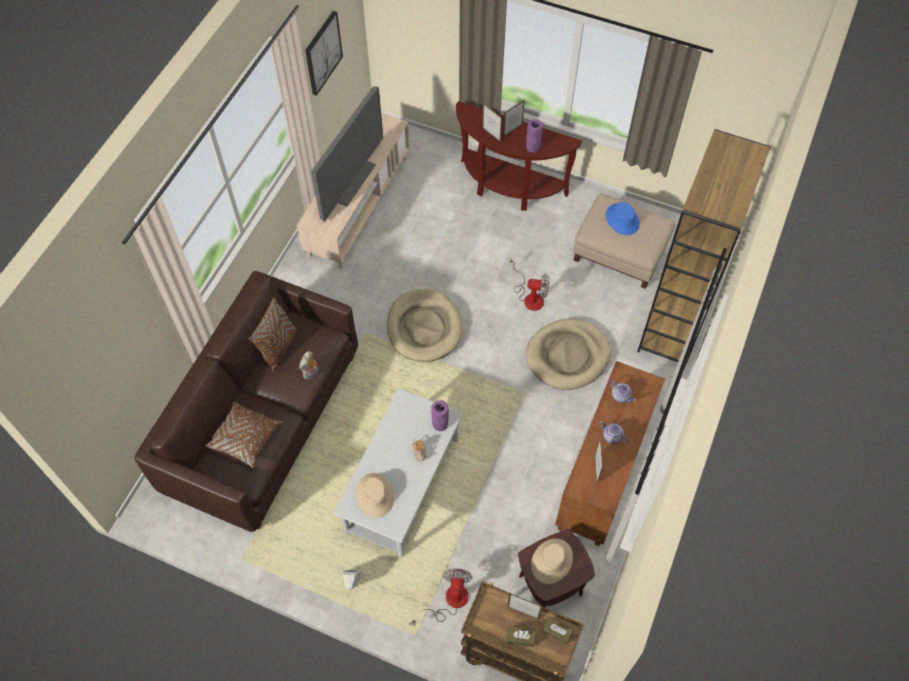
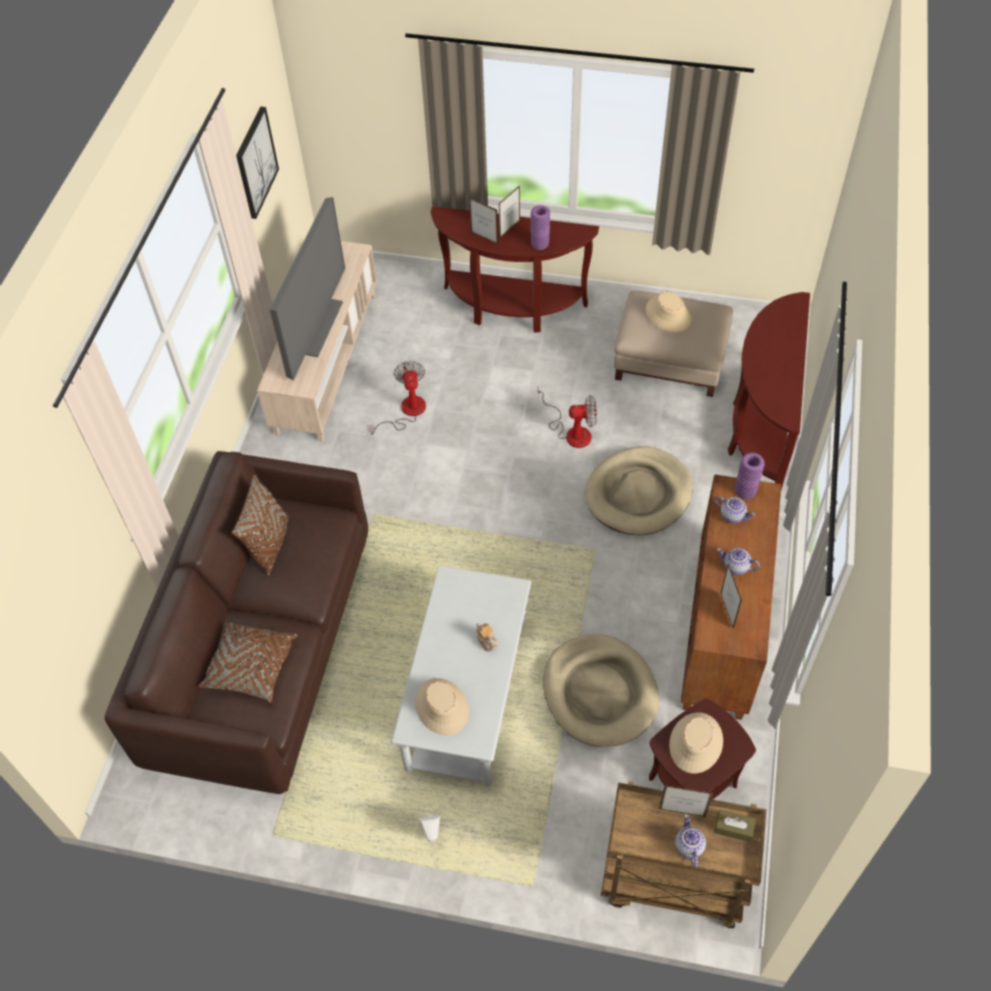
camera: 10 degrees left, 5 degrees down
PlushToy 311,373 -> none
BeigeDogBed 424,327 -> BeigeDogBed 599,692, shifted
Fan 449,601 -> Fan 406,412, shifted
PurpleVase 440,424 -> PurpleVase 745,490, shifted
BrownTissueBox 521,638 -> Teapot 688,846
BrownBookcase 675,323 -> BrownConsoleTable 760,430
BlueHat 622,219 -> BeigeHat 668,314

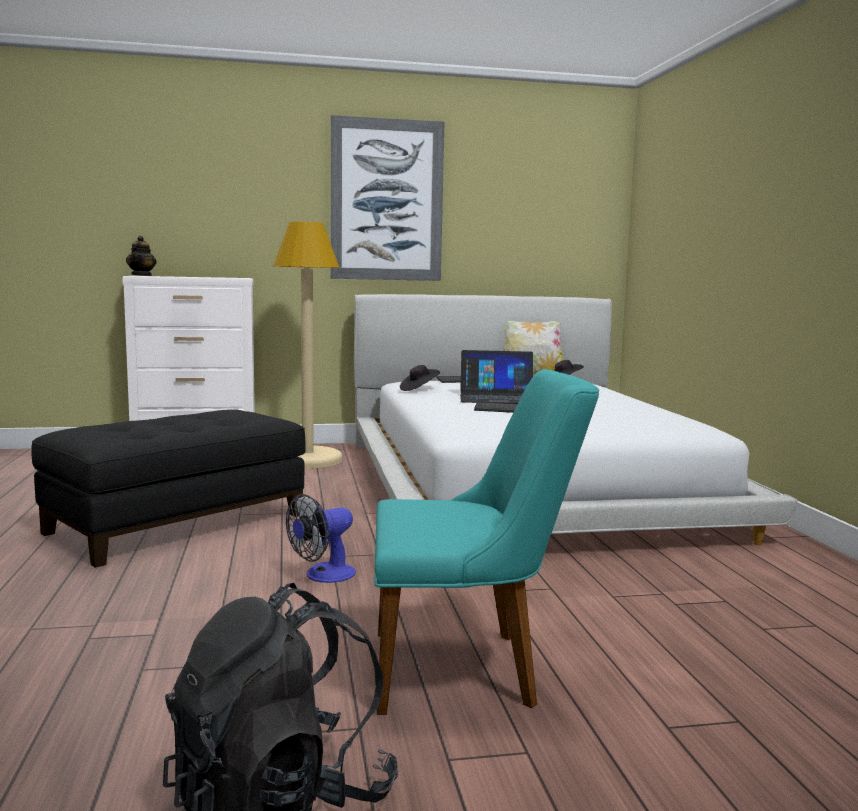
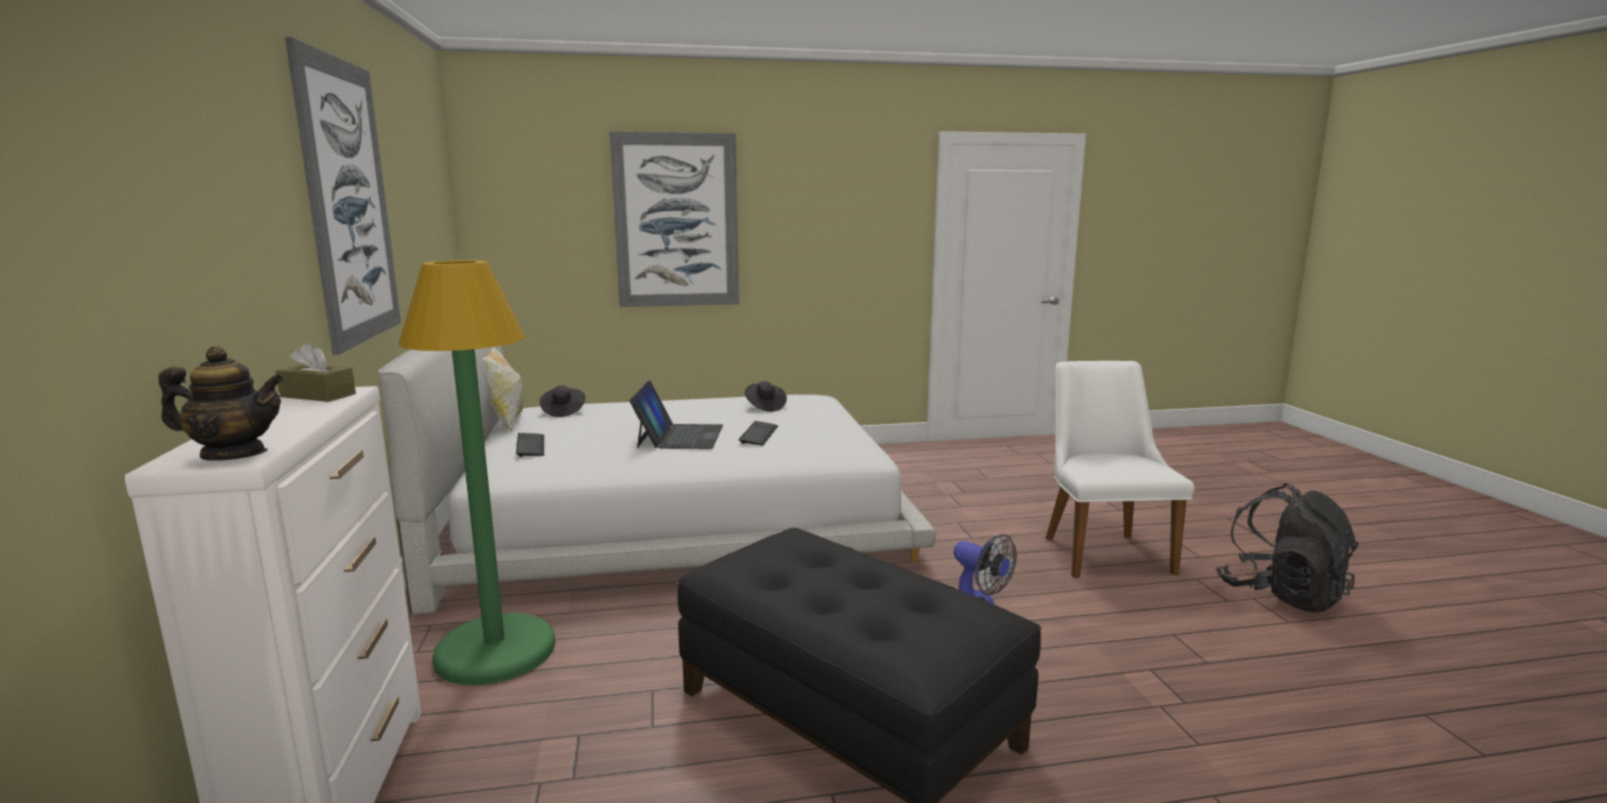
camera: 90 degrees left, 5 degrees up
none -> BrownTissueBox 318,395
none -> Picture 676,221
BlackHat 419,389 -> BlackHat 765,407, shifted
BeigeFloorLamp 308,460 -> GreenFloorLamp 495,651
TurquoiseChair 470,669 -> WhiteChair 1101,550

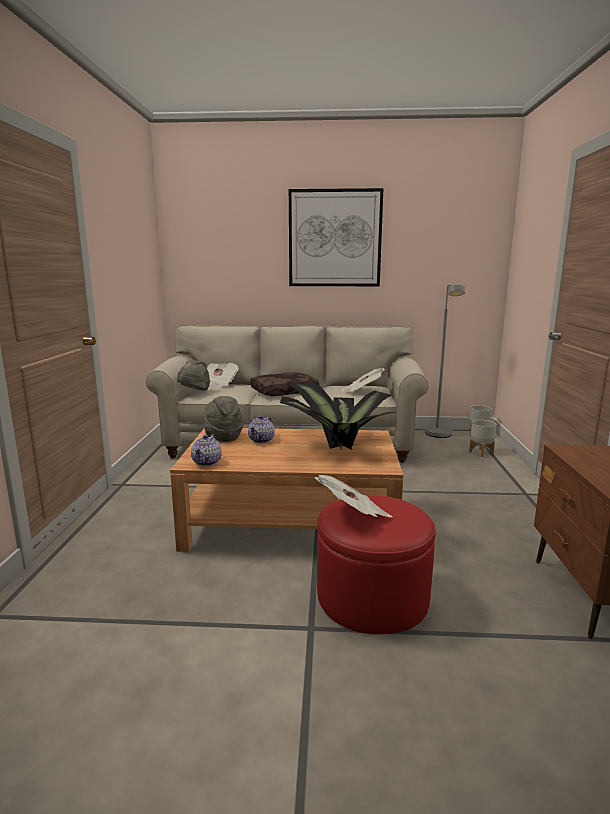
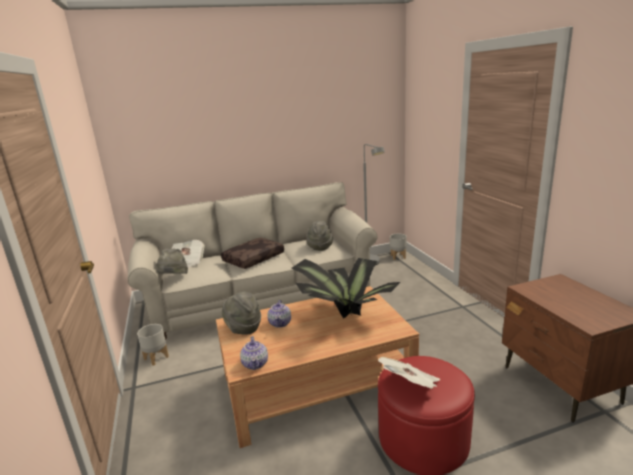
camera: 20 degrees left, 5 degrees up
Picture 335,238 -> none
GreyPlanter 480,452 -> GreyPlanter 156,358, shifted
Newspaper 361,391 -> GreyHat 320,247

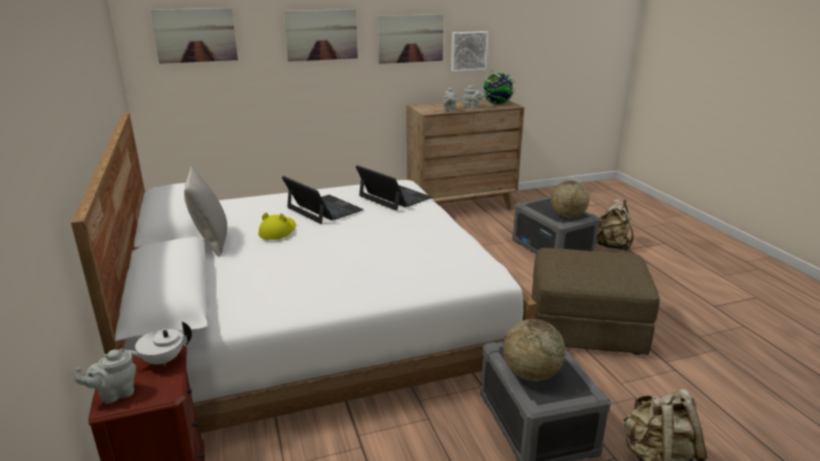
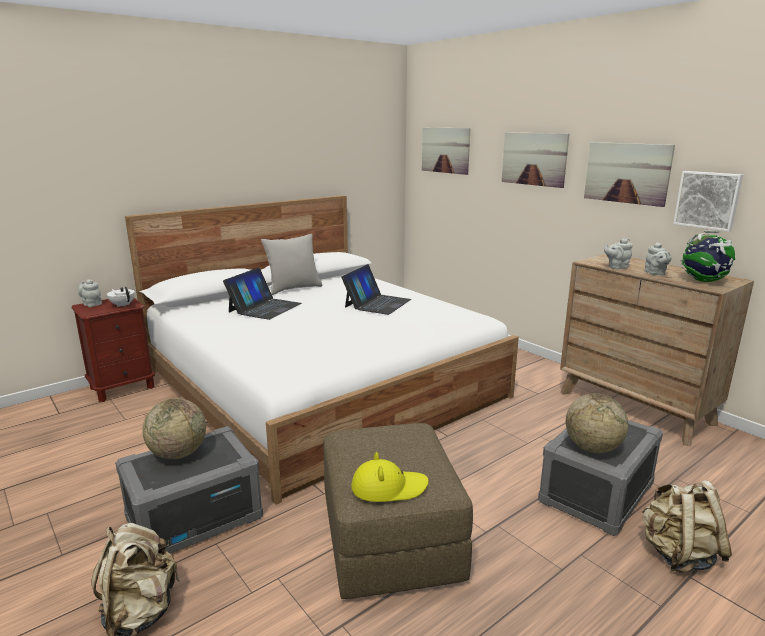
camera: 70 degrees right, 5 degrees down
YellowHat 278,231 -> YellowHat 388,487, shifted
Laptop 394,197 -> Laptop 265,307, shifted

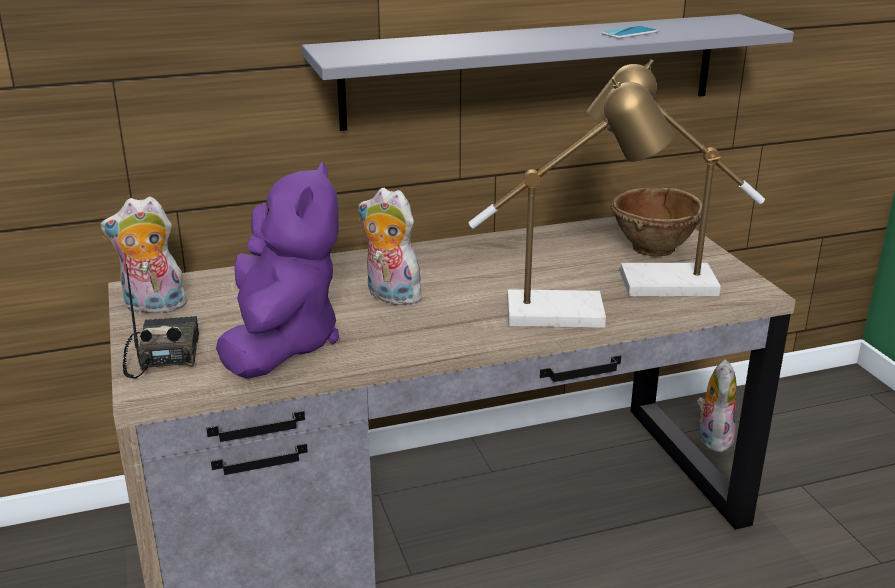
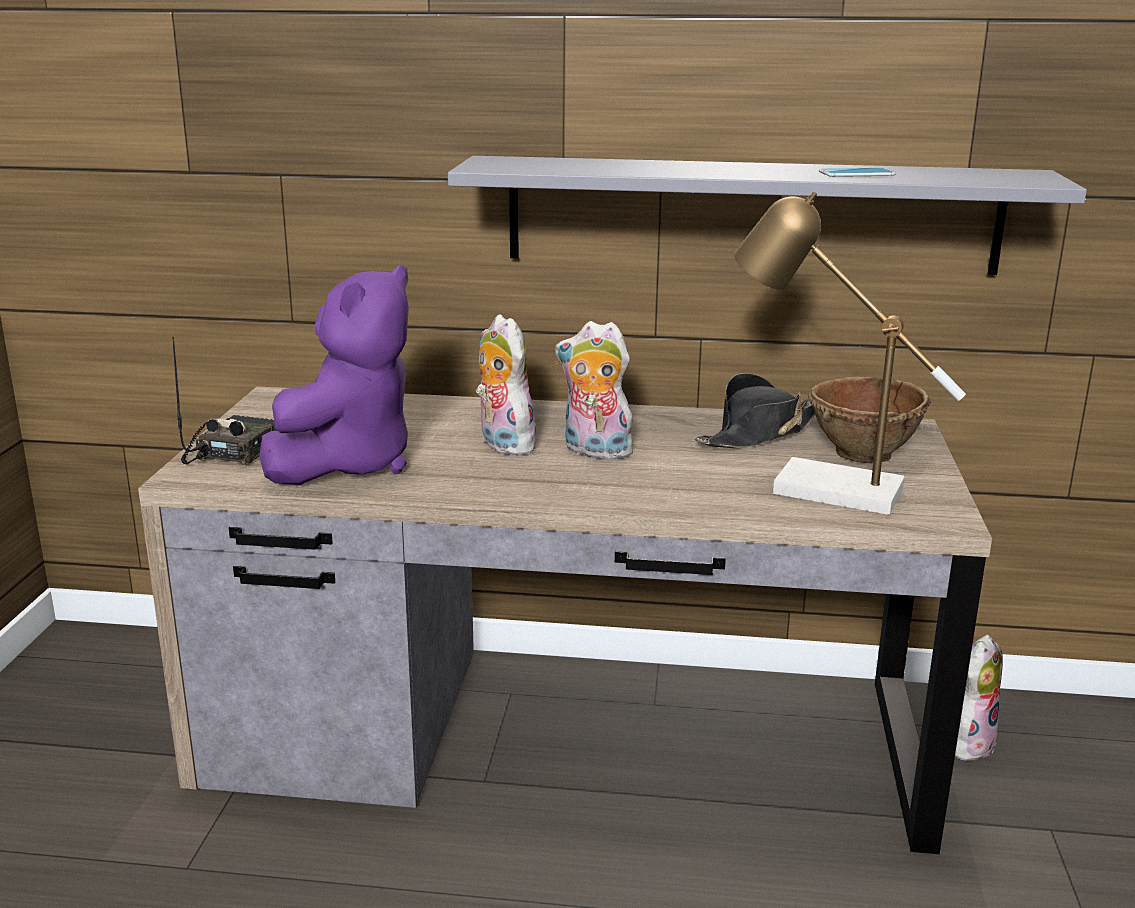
camera: 25 degrees right, 5 degrees down
TableLamp 569,312 -> none
none -> BlackHat 759,433
PlushToy 153,308 -> PlushToy 594,452, shifted

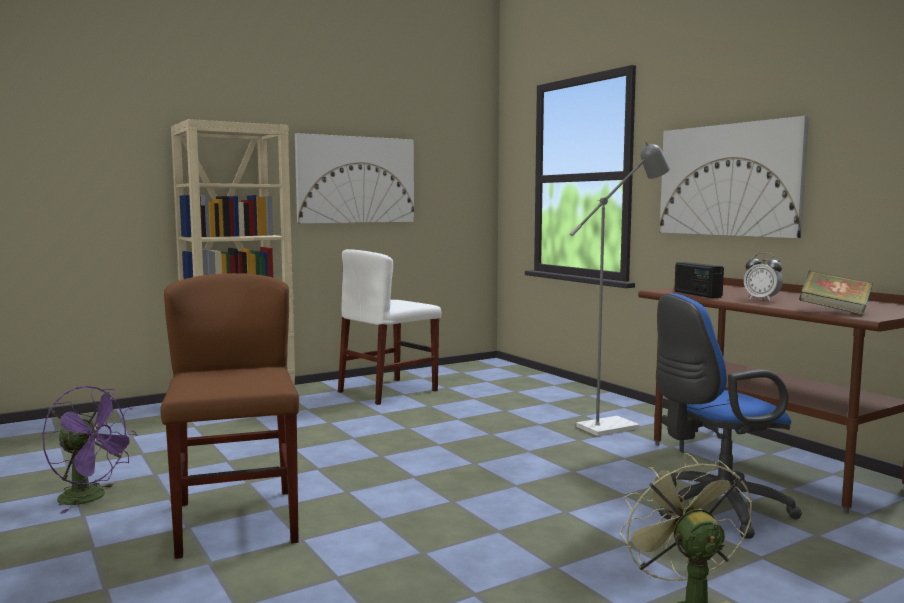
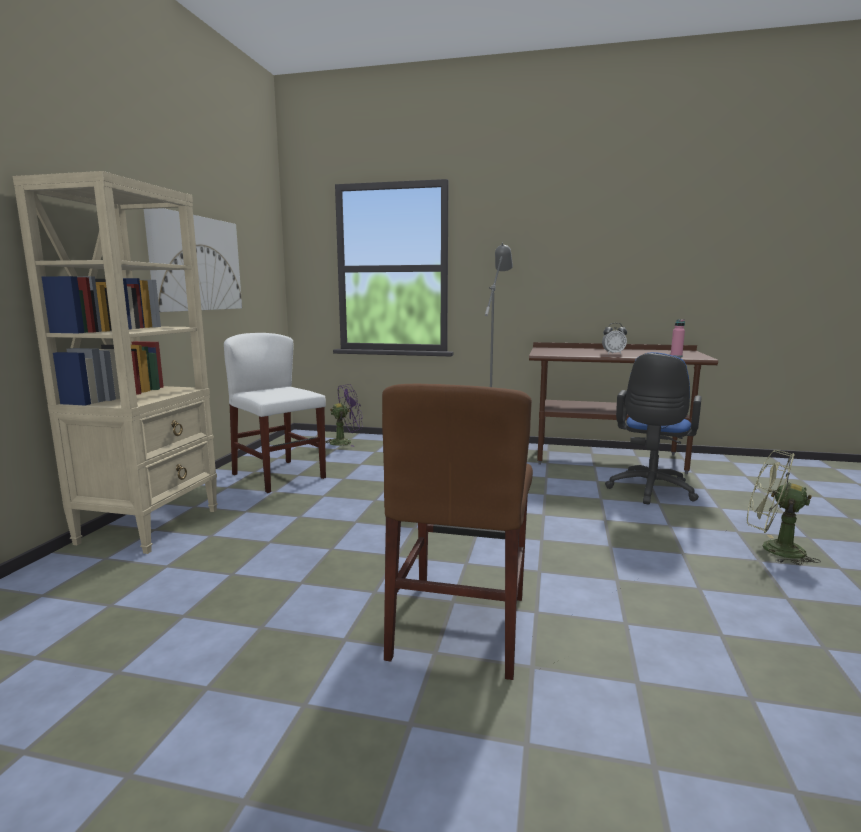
camera: 45 degrees left, 5 degrees up
Picture 729,180 -> none
Radio 697,294 -> none
PurpleFan 91,498 -> PurpleFan 345,442, shifted
Book 834,311 -> PinkBottle 676,356
BrownChair 237,522 -> BrownChair 460,626, 105 degrees counterclockwise
WhiteChair 388,391 -> WhiteChair 279,476, 135 degrees clockwise

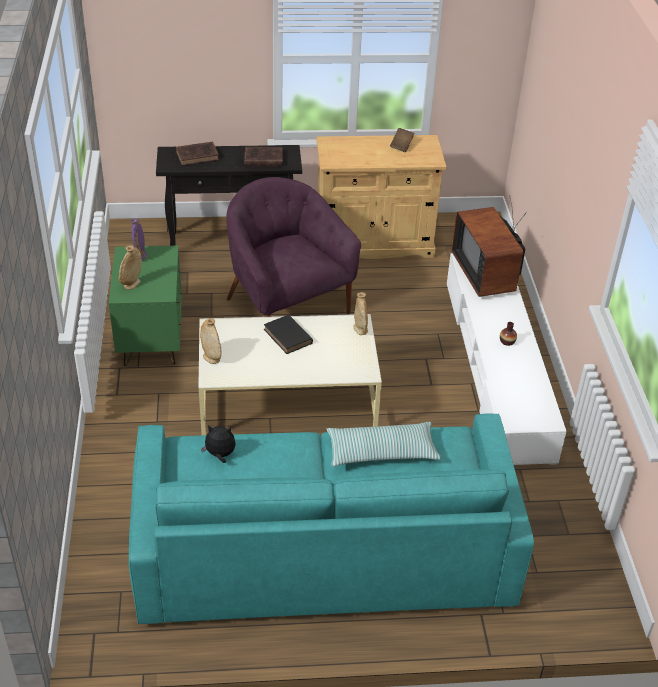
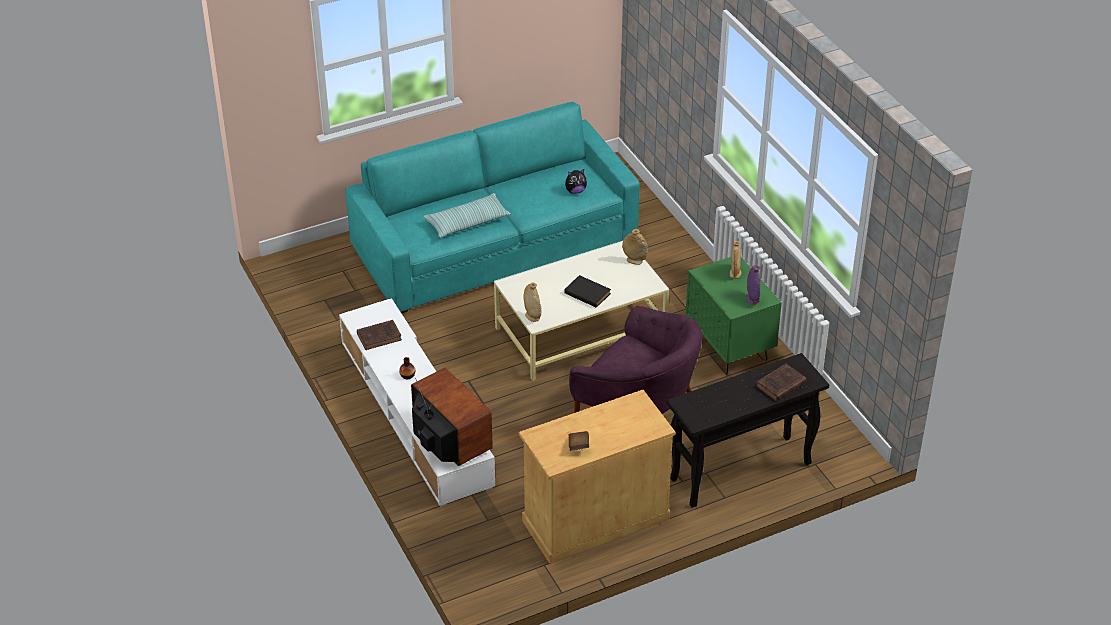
camera: 160 degrees right, 0 degrees up
BrownBook 262,159 -> BrownBook 380,336, shifted

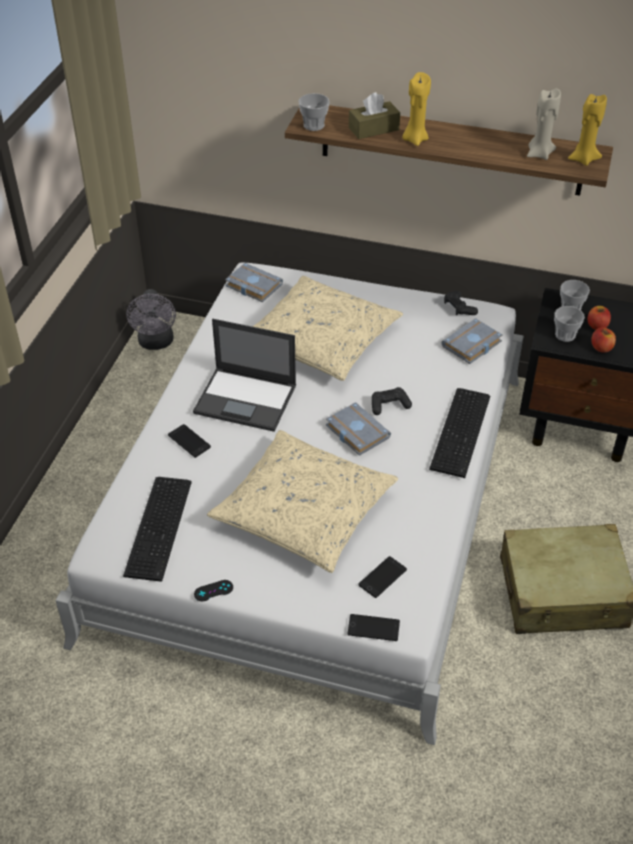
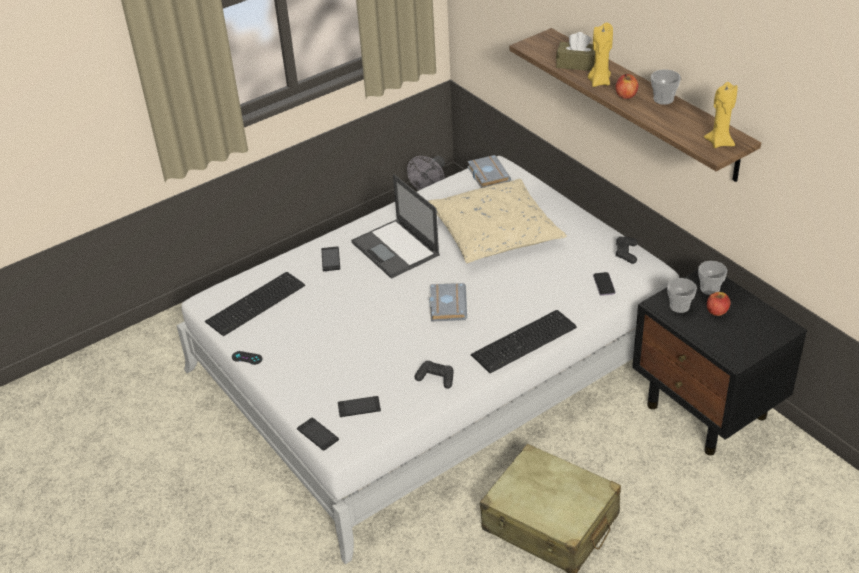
camera: 40 degrees right, 5 degrees down
BeigePillow 304,511 -> none
BeigeCandle 539,154 -> none
Cup 314,125 -> Cup 663,99, shifted
BlackGameController 389,405 -> BlackGameController 436,378, shifted
Apple 601,348 -> Apple 626,95, shifted
GreyBook 472,345 -> Phone 604,285

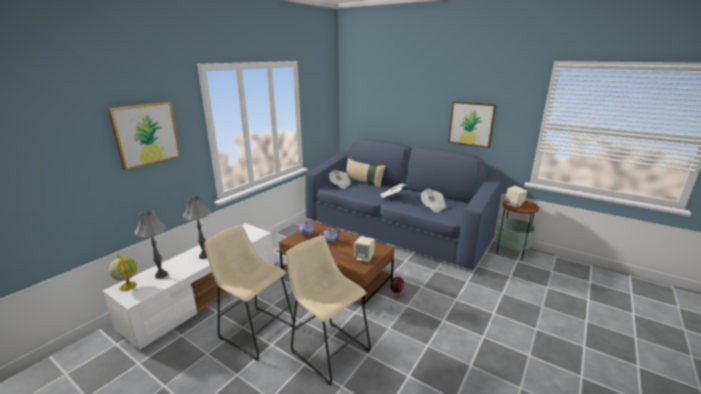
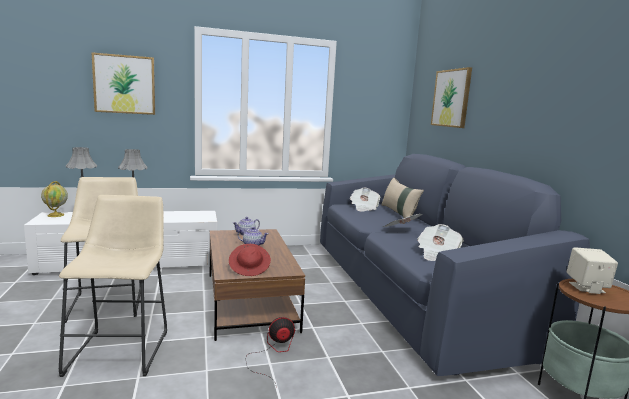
camera: 40 degrees right, 10 degrees down
Picture 471,124 -> Picture 451,98, shifted
BeigeSpeaker 364,258 -> RedHat 250,269

